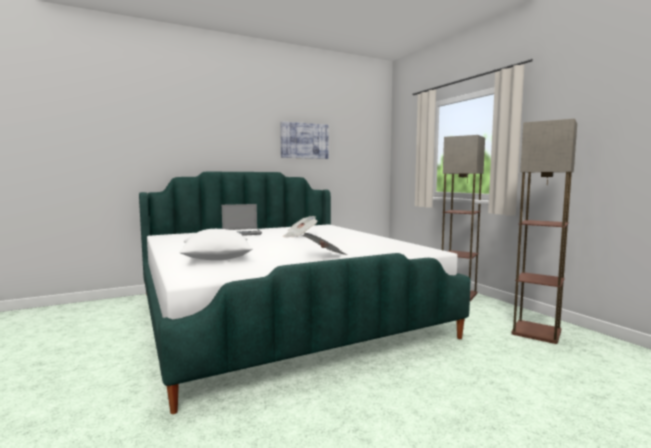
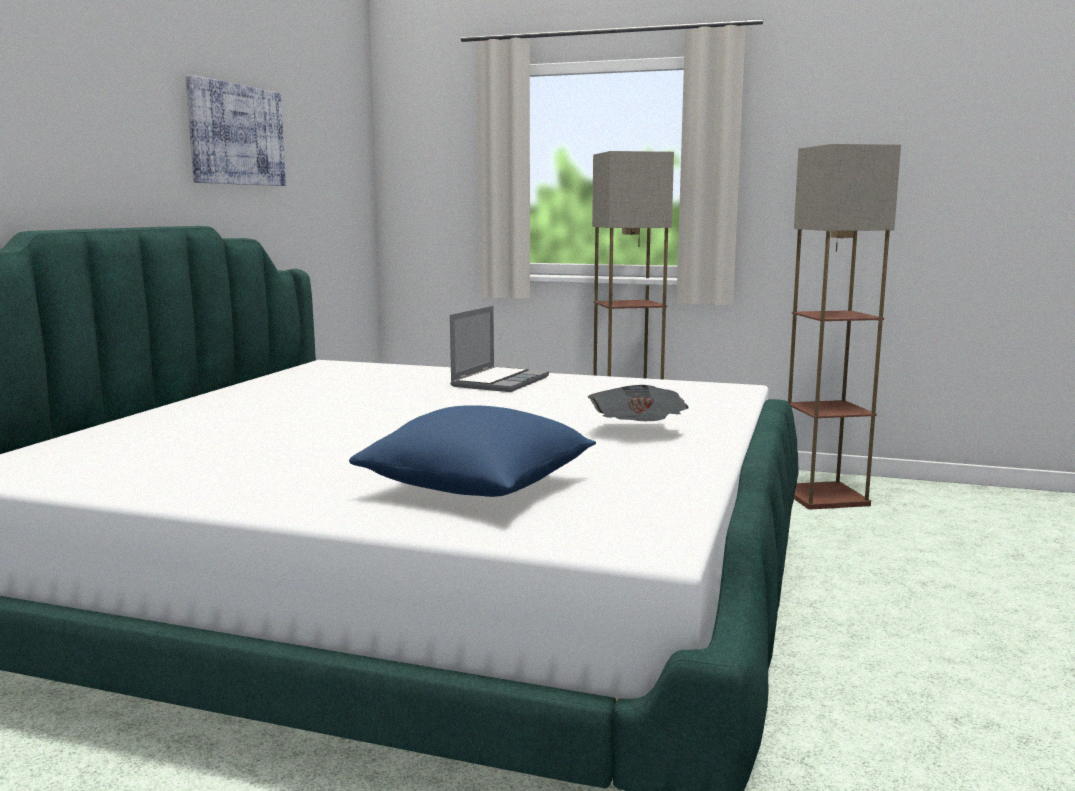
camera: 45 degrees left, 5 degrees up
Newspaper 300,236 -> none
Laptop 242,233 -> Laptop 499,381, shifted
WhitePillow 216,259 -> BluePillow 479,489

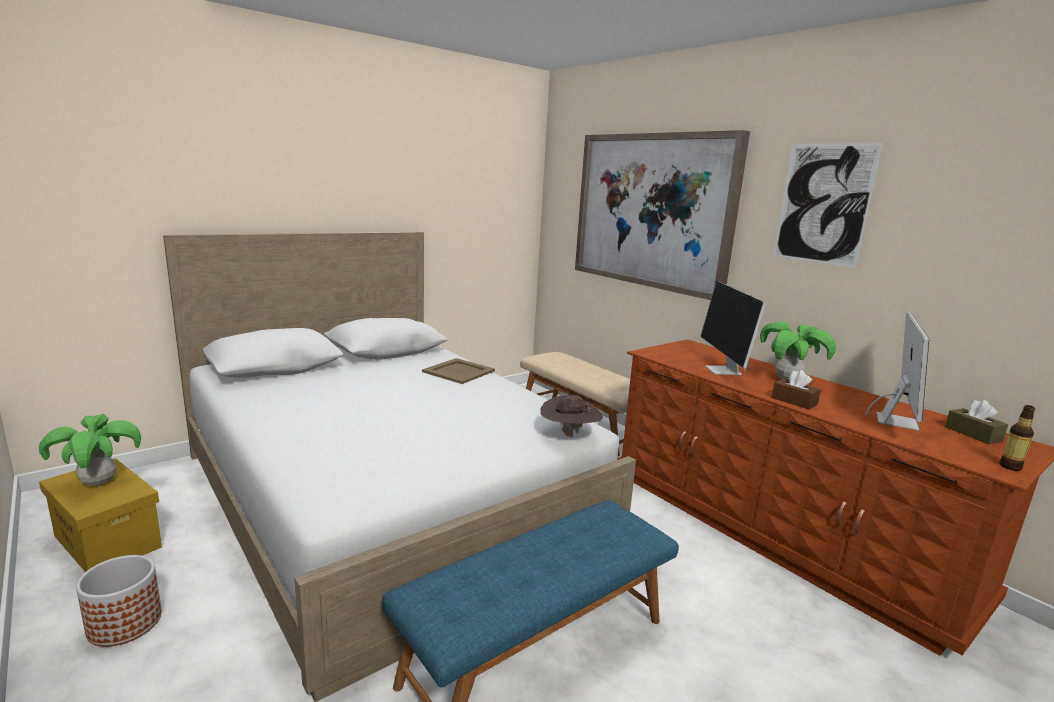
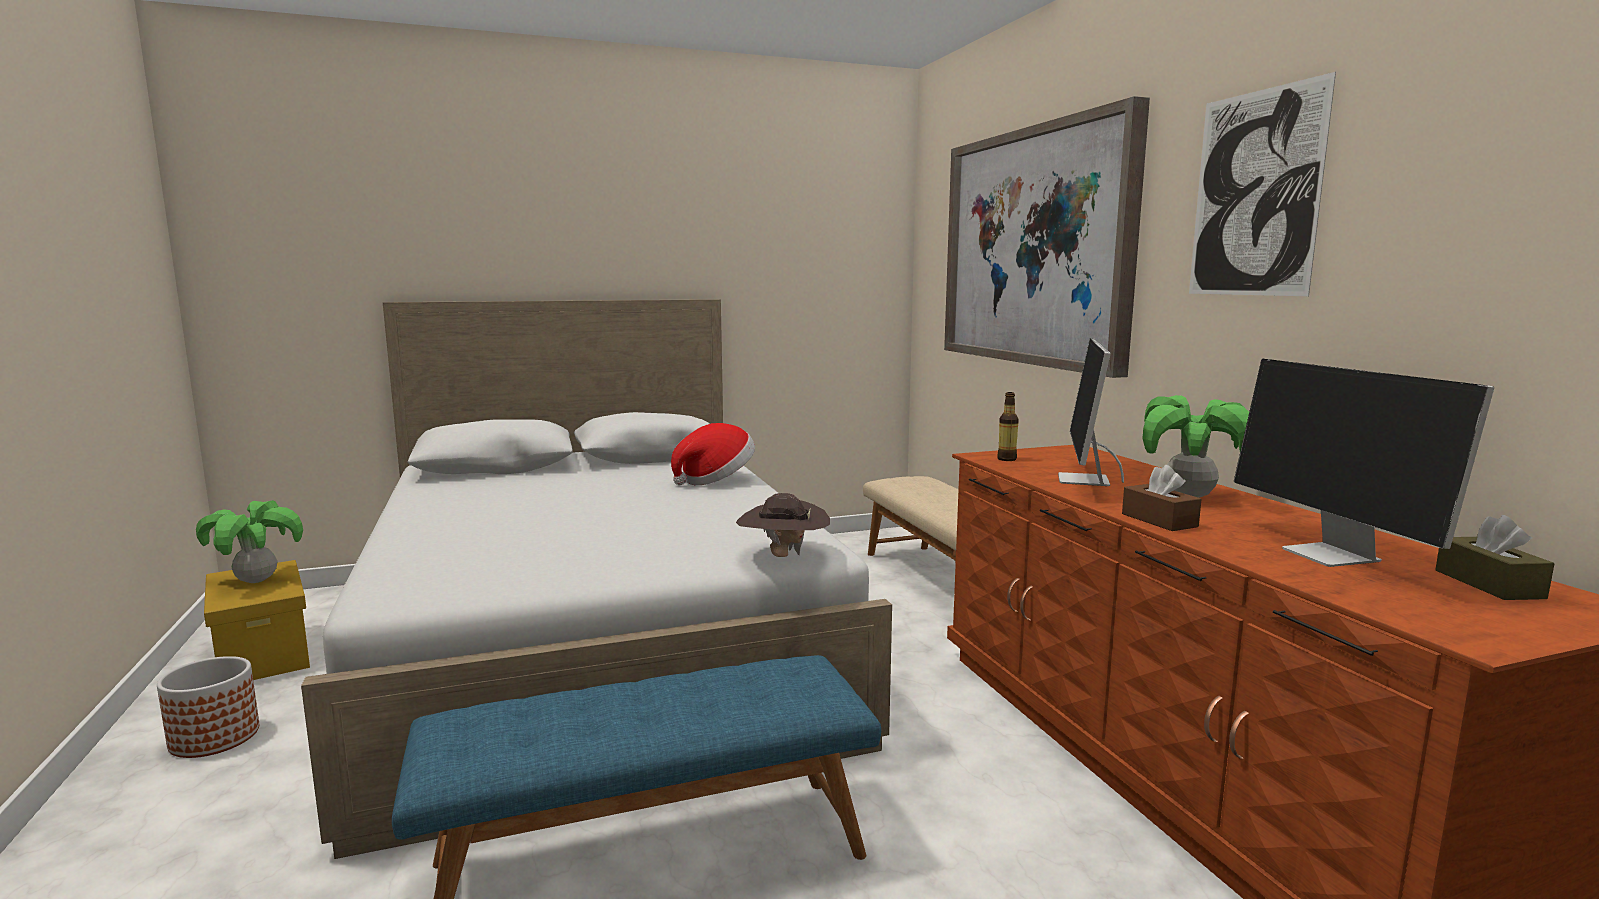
camera: 20 degrees right, 5 degrees down
Bottle 1010,466 -> Bottle 1006,459, shifted
BeigeTray 458,371 -> Hat 715,480
Monitor 895,421 -> Monitor 1333,555, 120 degrees clockwise

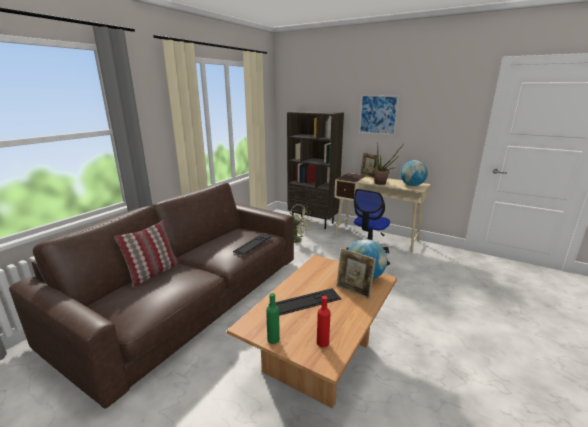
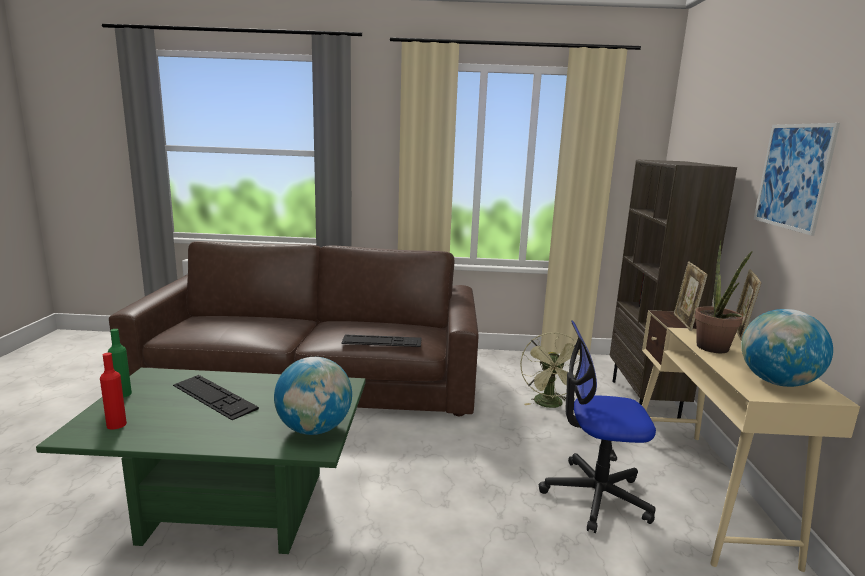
camera: 60 degrees right, 5 degrees down
Pillow 153,273 -> none
PictureFrame 353,291 -> PictureFrame 684,322, shifted
BrownCoffeeTable 320,359 -> GreenCoffeeTable 231,509

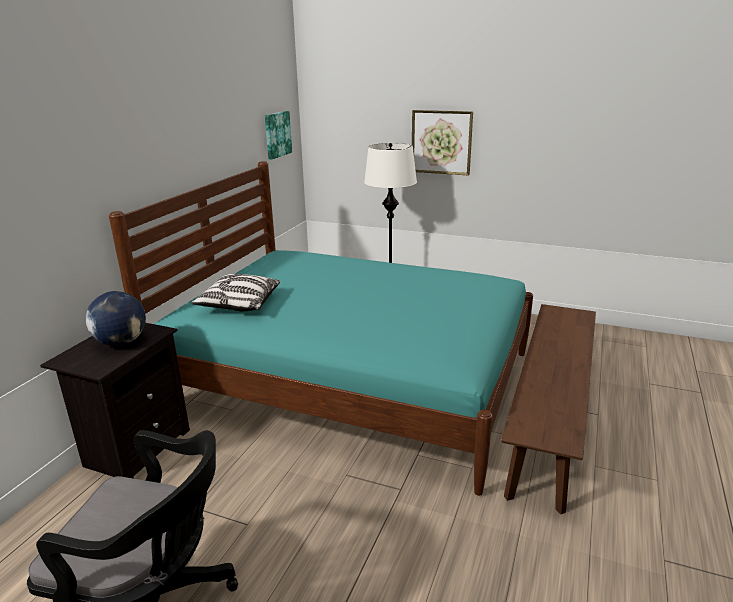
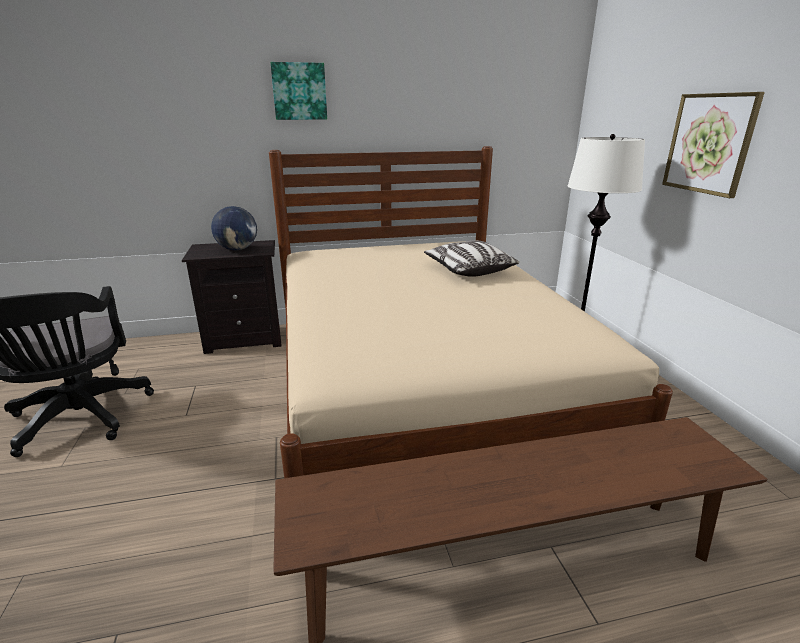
camera: 55 degrees right, 0 degrees up
Pillow 239,304 -> Pillow 468,270, shifted
Picture 276,134 -> Picture 299,91, shifted
TurquoiseBed 351,381 -> BeigeBed 420,384

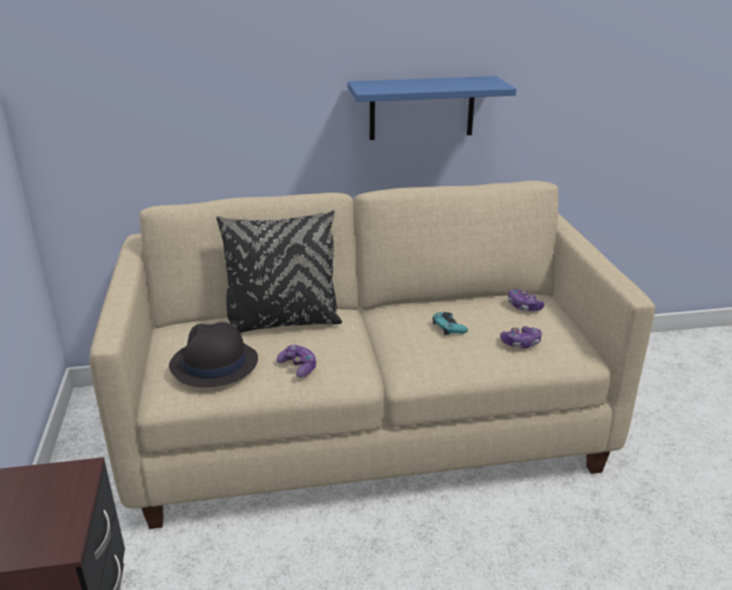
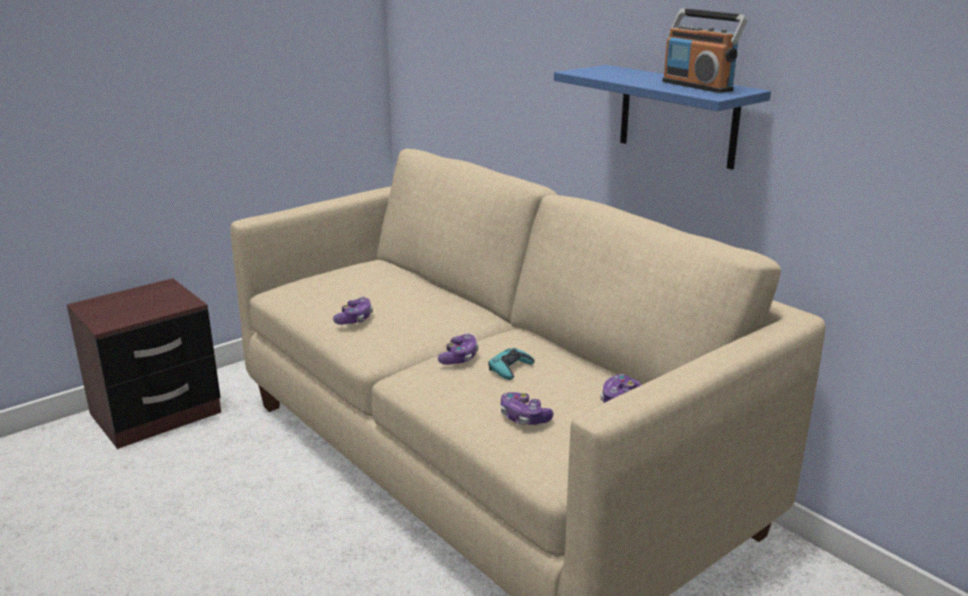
camera: 60 degrees right, 5 degrees down
BlackHat 213,364 -> none
BlackPillow 282,323 -> none
none -> GameController 459,358
none -> Radio 697,86

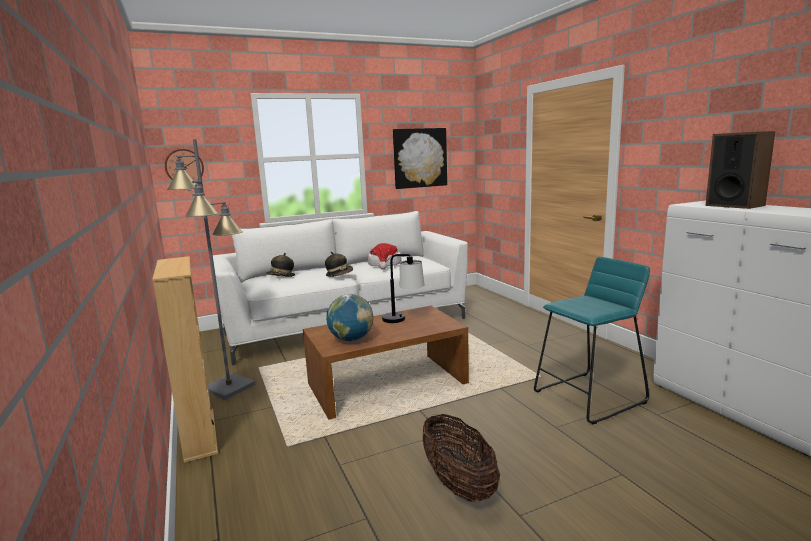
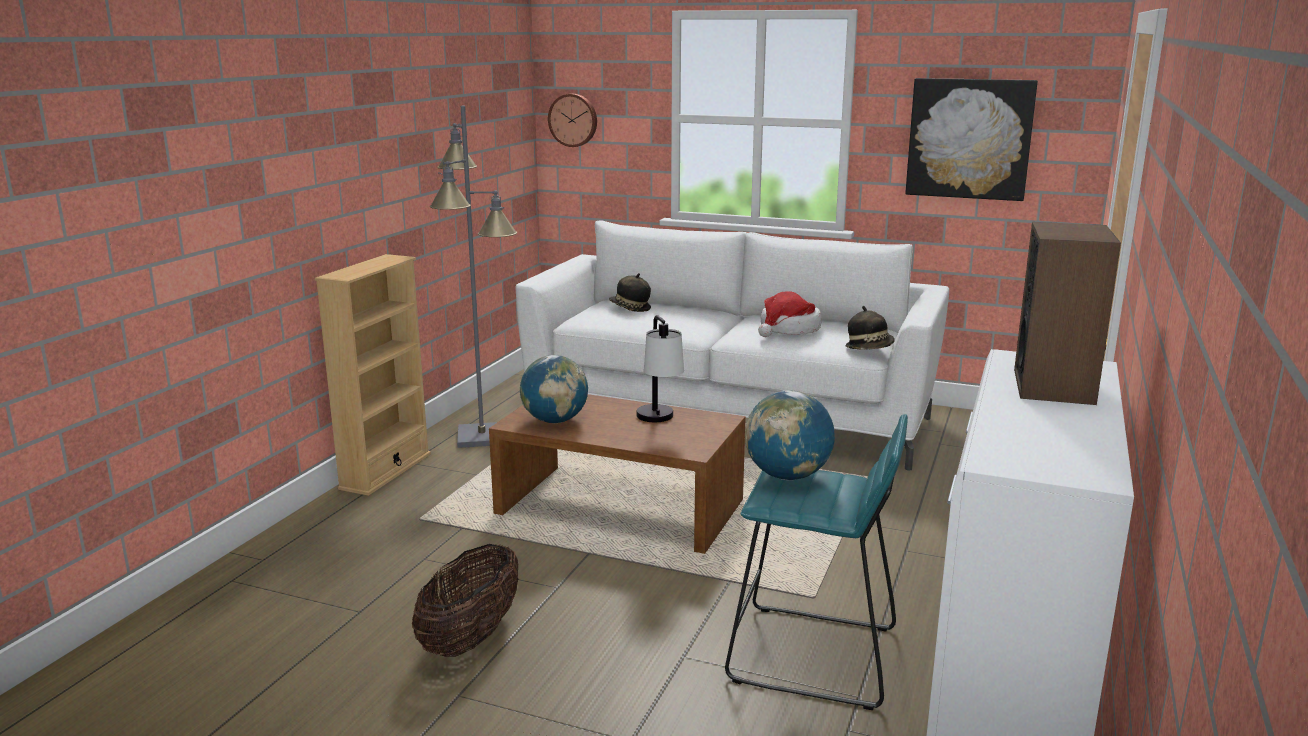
camera: 45 degrees right, 5 degrees up
none -> Globe 787,476
Hat 339,275 -> Hat 869,348, shifted

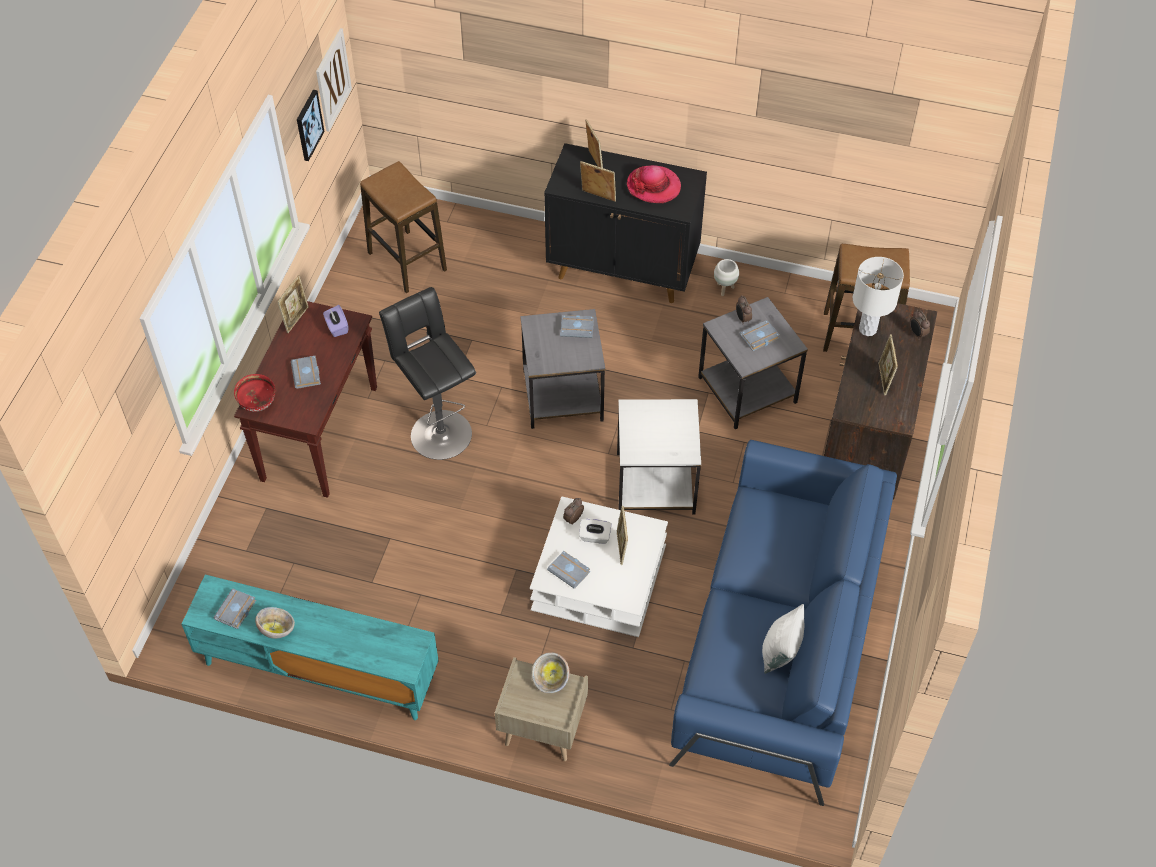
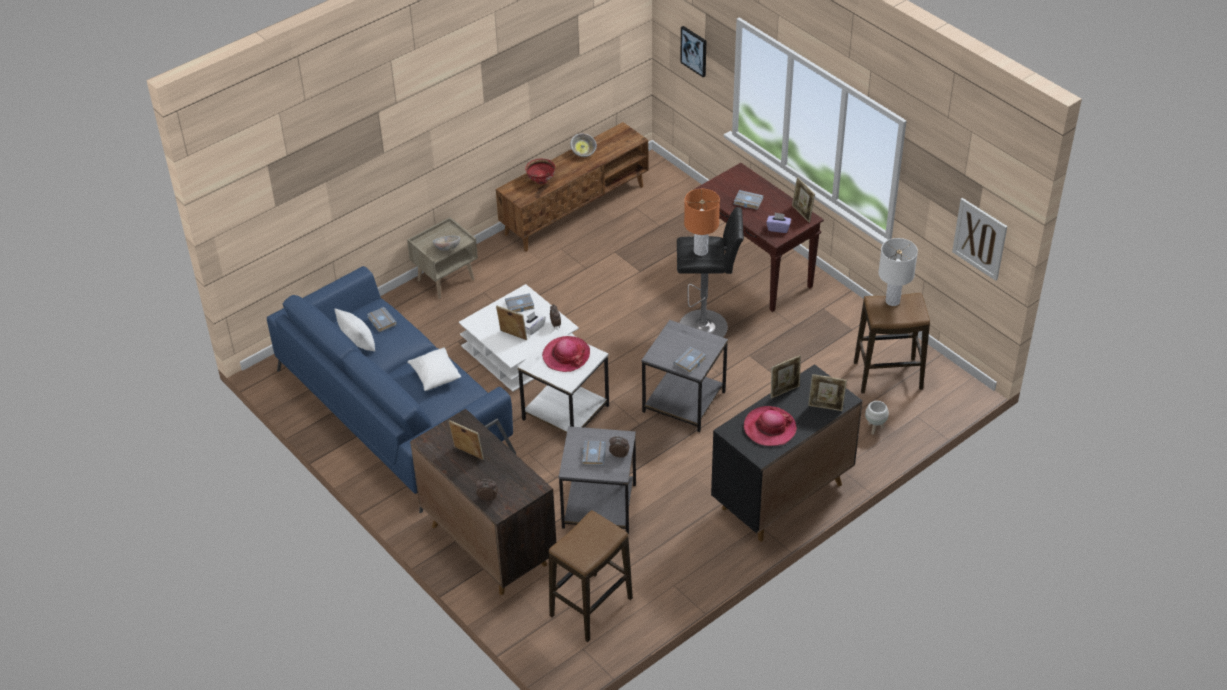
camera: 125 degrees right, 10 degrees down
none -> WhitePillow 435,377
none -> Hat 566,355
none -> OrangeTableLamp 701,251
GreyBook 236,611 -> GreyBook 381,321, shifted
RedBowl 258,404 -> RedBowl 541,181, shifted
Picture 308,125 -> Picture 694,51, shifted
WhitePlanter 724,289 -> WhitePlanter 875,428, shifted
WhiteTableLamp 867,329 -> WhiteTableLamp 892,301, shifted
TurquoiseTvStand 318,670 -> BrownTvStand 575,209

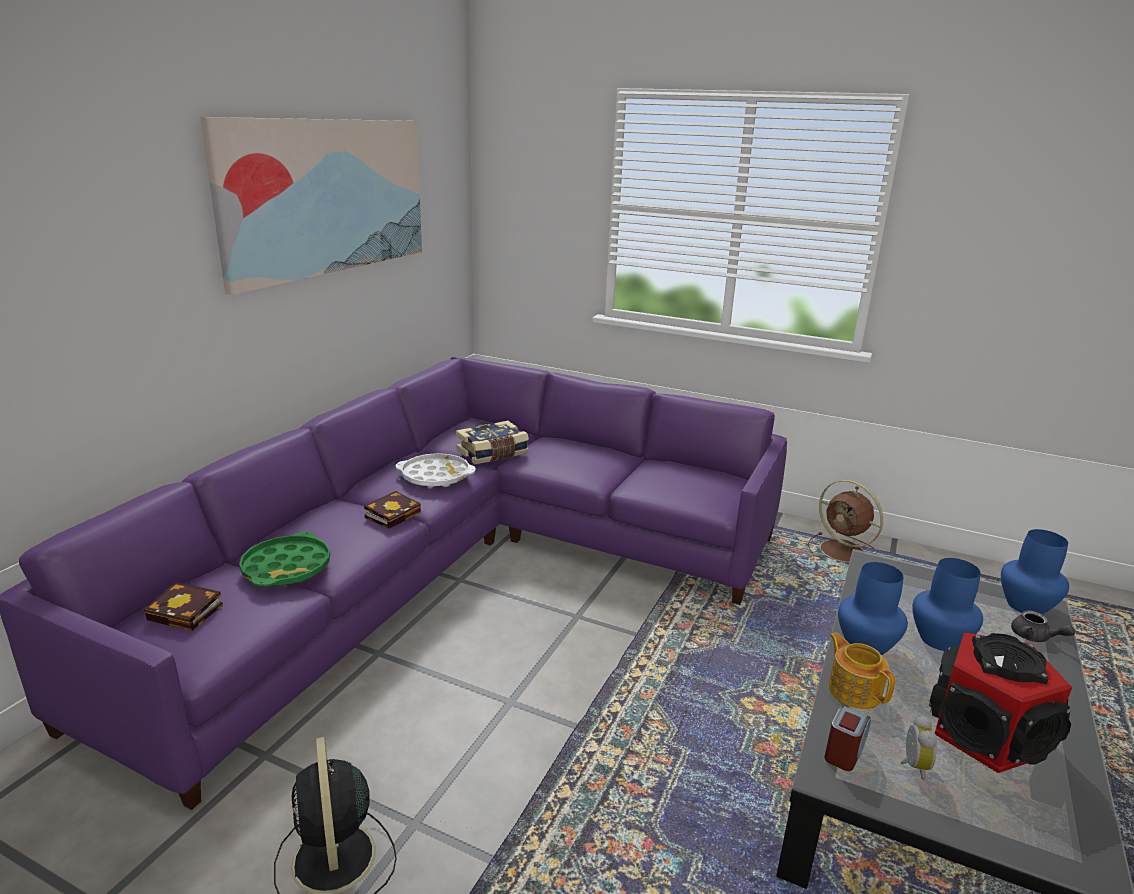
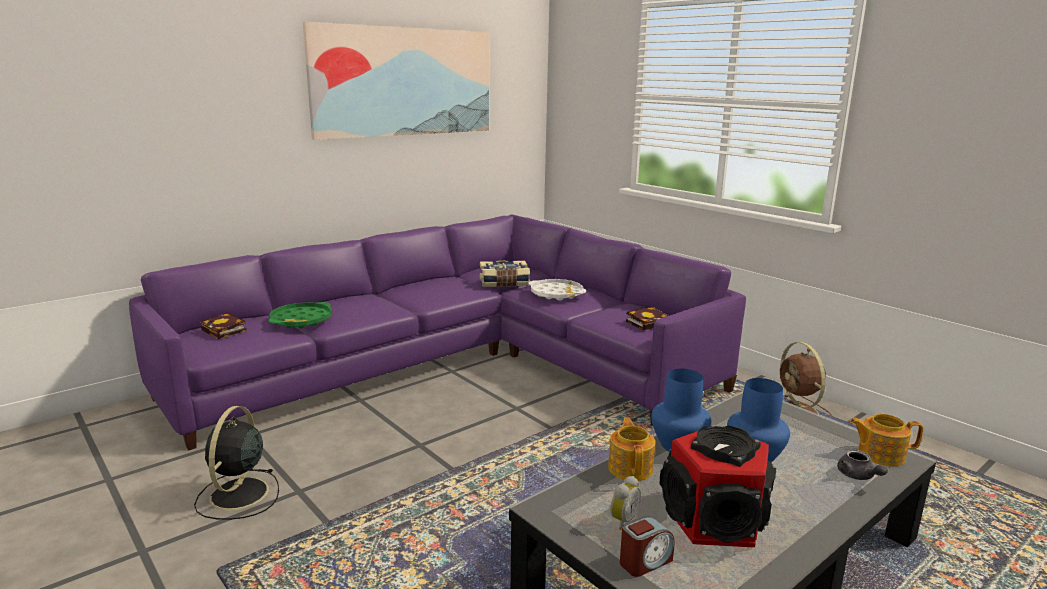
camera: 25 degrees right, 5 degrees down
Book 394,514 -> Book 648,322, shifted
WhiteTray 435,476 -> WhiteTray 556,294, shifted
AlarmClock 844,751 -> AlarmClock 645,562, shifted
BlueVase 1025,605 -> Teapot 880,454

